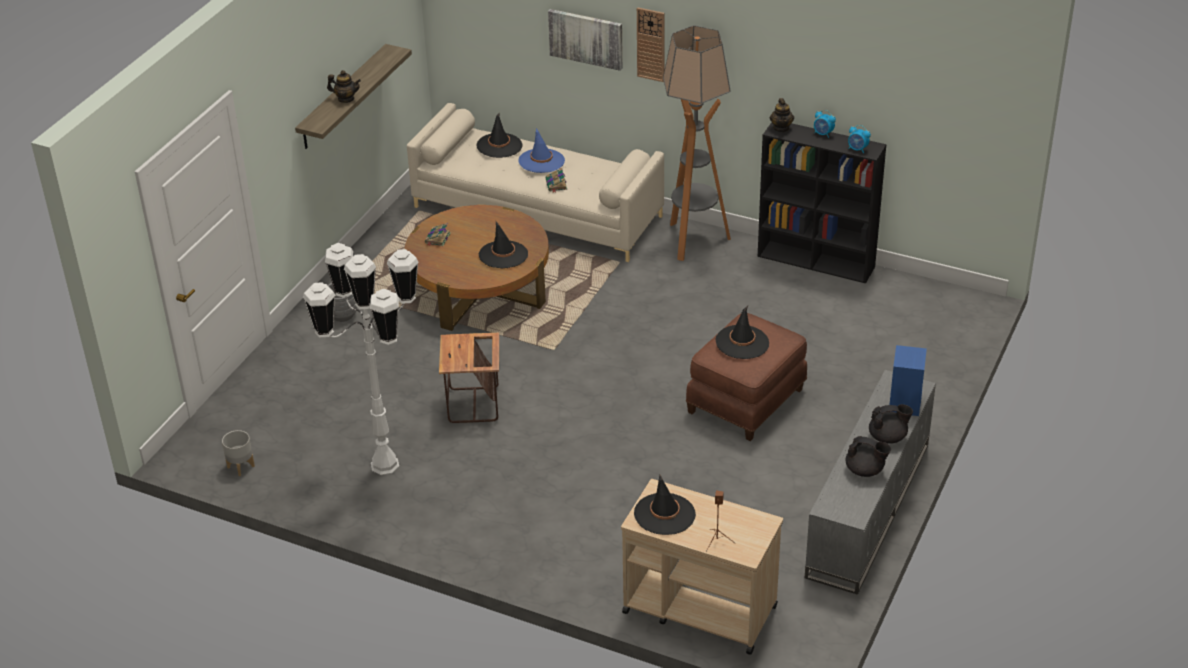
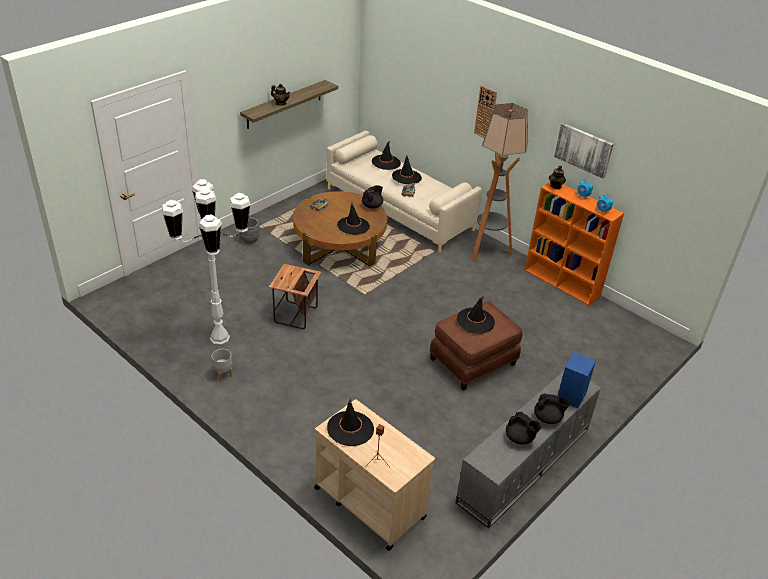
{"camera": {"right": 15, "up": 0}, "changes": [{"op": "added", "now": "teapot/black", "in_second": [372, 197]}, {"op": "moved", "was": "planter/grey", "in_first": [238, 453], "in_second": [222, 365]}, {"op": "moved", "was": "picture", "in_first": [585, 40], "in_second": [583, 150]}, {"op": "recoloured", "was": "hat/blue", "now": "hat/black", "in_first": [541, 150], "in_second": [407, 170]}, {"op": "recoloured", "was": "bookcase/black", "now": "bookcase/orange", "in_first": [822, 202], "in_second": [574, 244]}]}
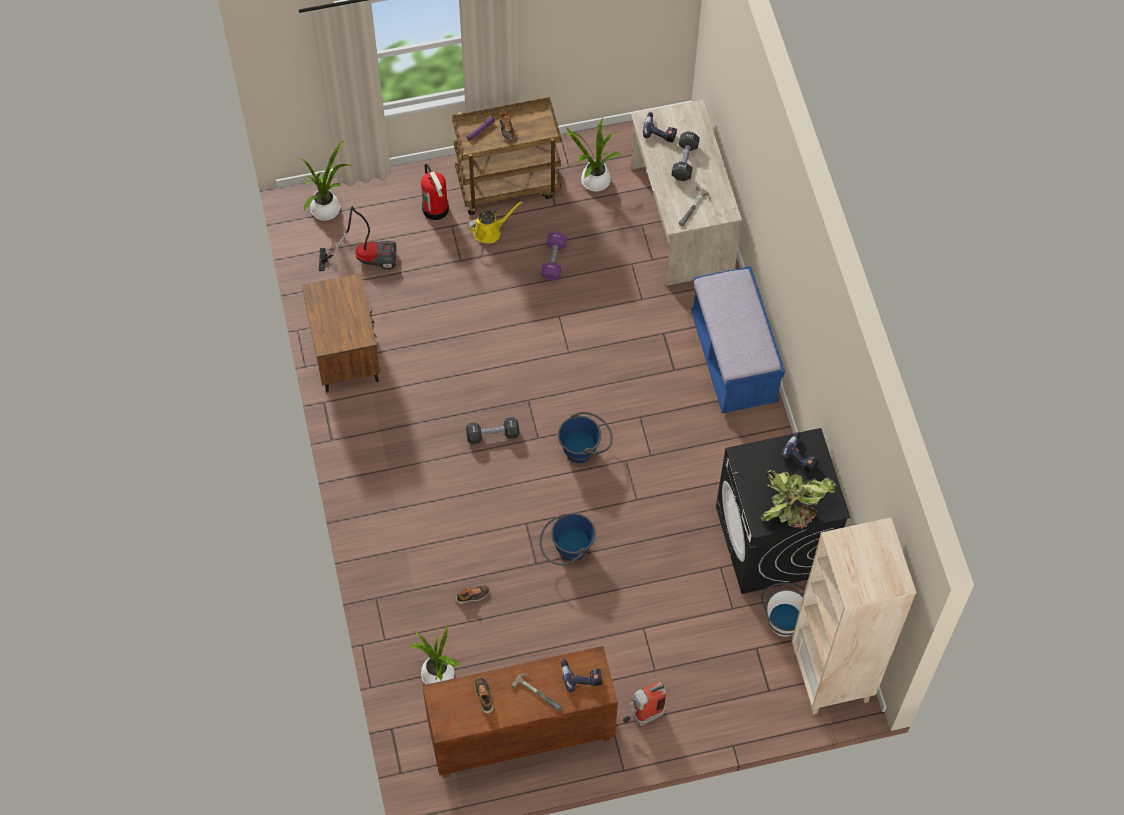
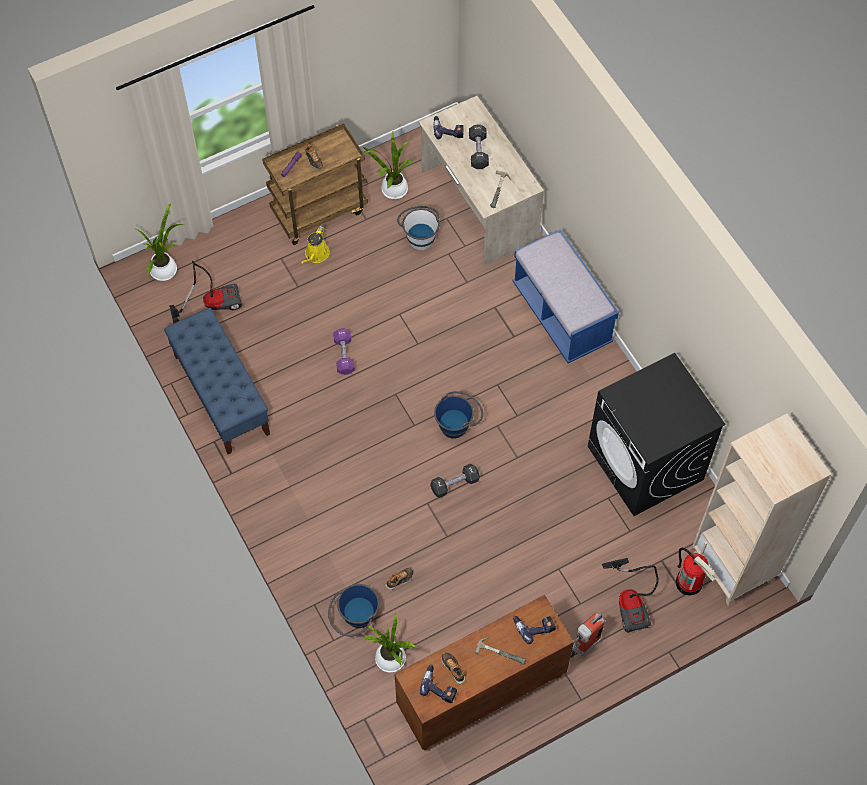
{"camera": {"right": -15, "up": 0}, "changes": [{"op": "removed", "was": "potted plant", "in_first": [798, 499]}, {"op": "added", "now": "vacuum cleaner", "in_second": [630, 595]}, {"op": "moved", "was": "fire extinguisher", "in_first": [435, 192], "in_second": [695, 572]}, {"op": "moved", "was": "dumbbell/black", "in_first": [493, 430], "in_second": [455, 480]}, {"op": "moved", "was": "bucket/blue", "in_first": [568, 539], "in_second": [353, 610]}, {"op": "moved", "was": "dumbbell/purple", "in_first": [553, 256], "in_second": [344, 351]}, {"op": "moved", "was": "bucket/white", "in_first": [783, 609], "in_second": [418, 228]}, {"op": "moved", "was": "power drill", "in_first": [800, 452], "in_second": [438, 683]}, {"op": "replaced", "was": "nightstand/brown", "now": "bench/blue", "in_first": [341, 333], "in_second": [217, 381]}, {"op": "turned", "was": "watering can/yellow", "in_first": [495, 222], "in_second": [315, 245], "clockwise": 150}]}
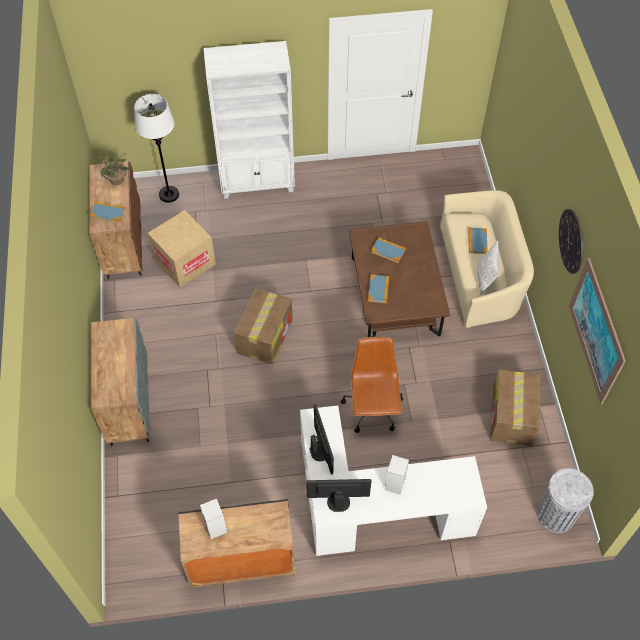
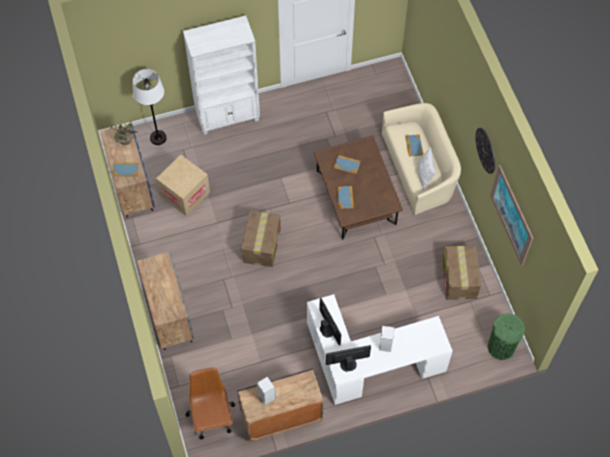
{"camera": {"right": -10, "up": 5}, "changes": [{"op": "moved", "was": "office chair/brown", "in_first": [371, 385], "in_second": [210, 404]}, {"op": "recoloured", "was": "cabinet/brown", "now": "cabinet/blue", "in_first": [116, 220], "in_second": [127, 170]}, {"op": "recoloured", "was": "trash can/grey", "now": "trash can/green", "in_first": [565, 500], "in_second": [506, 336]}]}
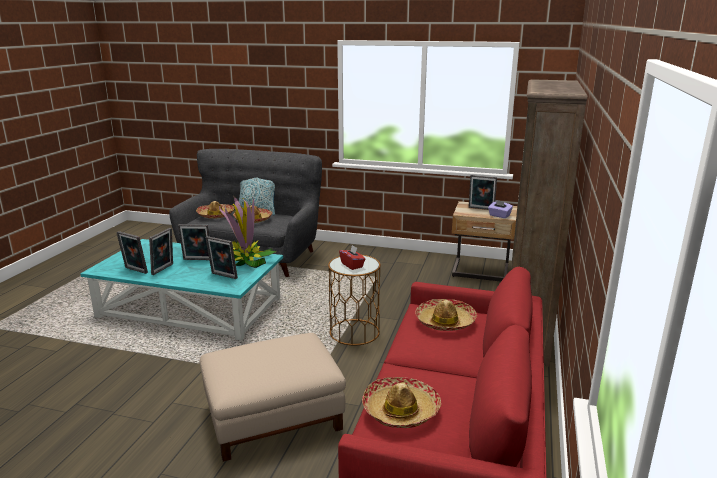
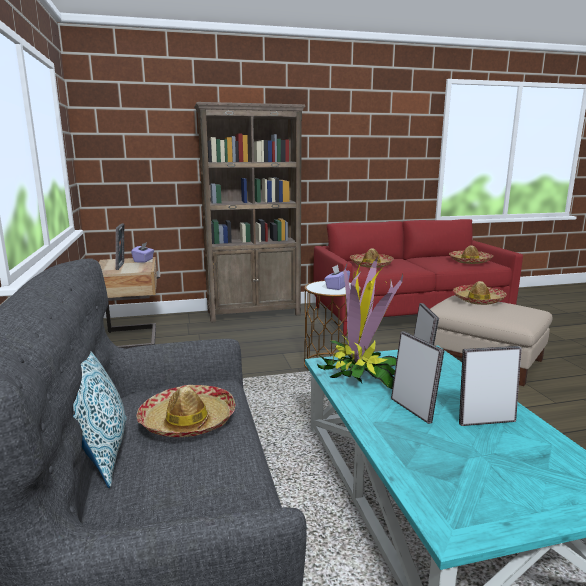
{"camera": {"right": -120, "up": -5}, "changes": [{"op": "removed", "was": "picture frame", "in_first": [132, 252]}, {"op": "moved", "was": "hat", "in_first": [215, 210], "in_second": [480, 293]}, {"op": "recoloured", "was": "tissue box/red", "now": "tissue box/purple", "in_first": [352, 257], "in_second": [337, 277]}]}
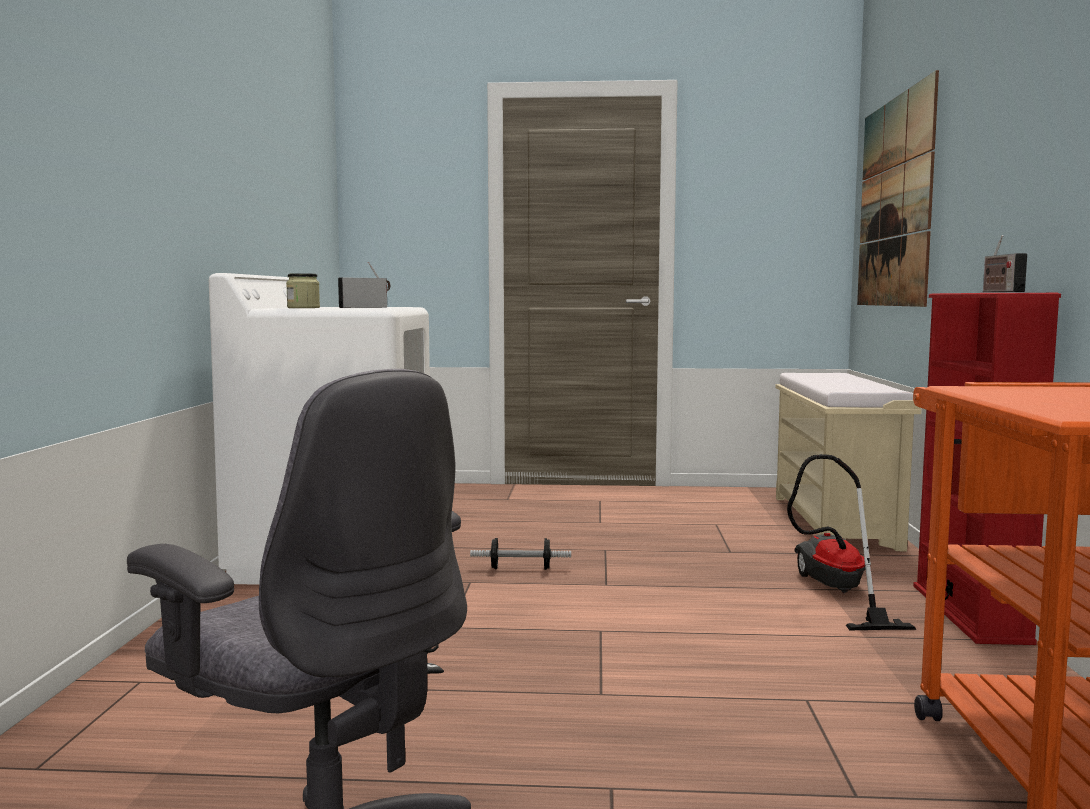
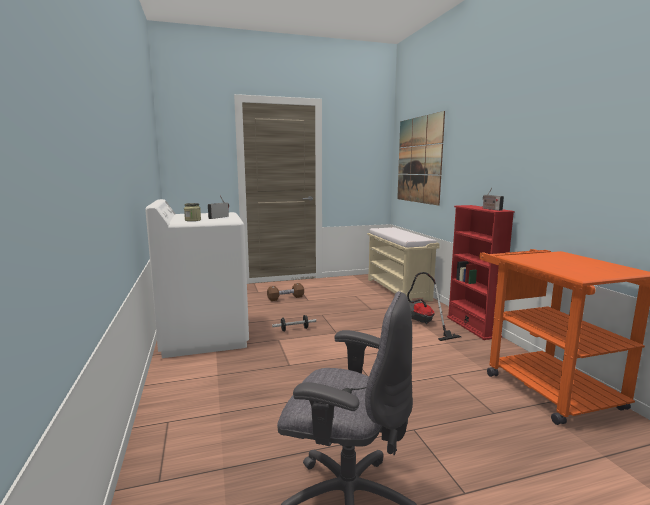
{"camera": {"right": -20, "up": 5}, "changes": [{"op": "added", "now": "dumbbell/brown", "in_second": [285, 292]}]}
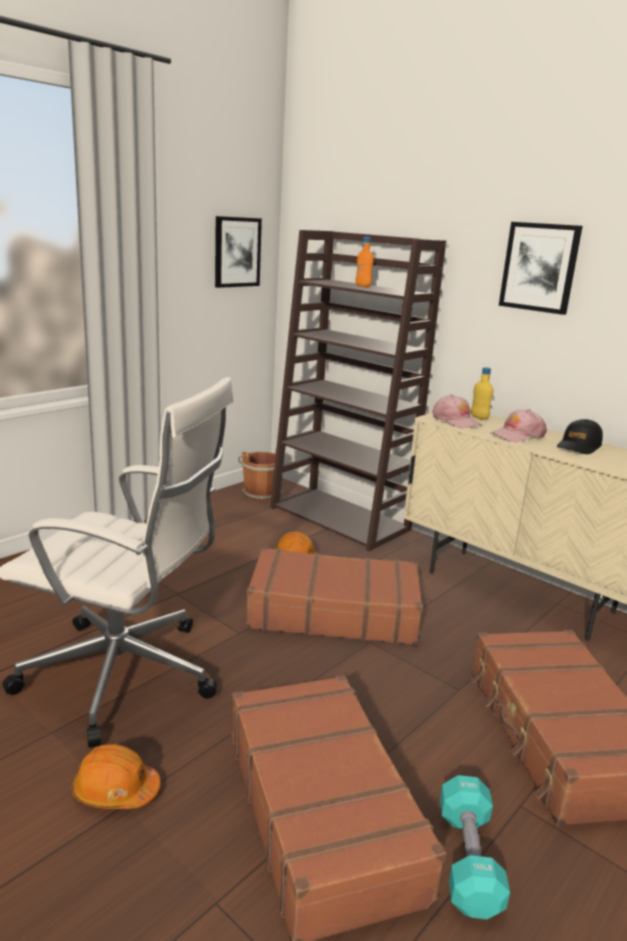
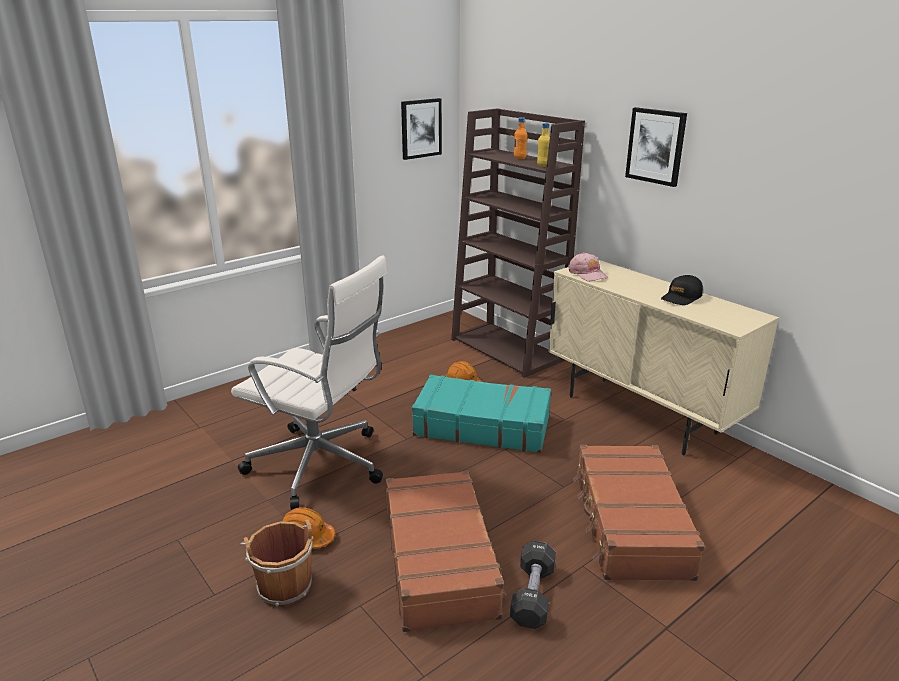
{"camera": {"right": 10, "up": 5}, "changes": [{"op": "removed", "was": "cap/pink", "in_first": [518, 425]}, {"op": "moved", "was": "bucket/brown", "in_first": [257, 474], "in_second": [277, 563]}, {"op": "moved", "was": "bottle/yellow", "in_first": [482, 393], "in_second": [543, 145]}, {"op": "recoloured", "was": "suitcase/brown", "now": "suitcase/turquoise", "in_first": [334, 597], "in_second": [481, 414]}, {"op": "recoloured", "was": "dumbbell/turquoise", "now": "dumbbell/black", "in_first": [475, 847], "in_second": [533, 585]}]}
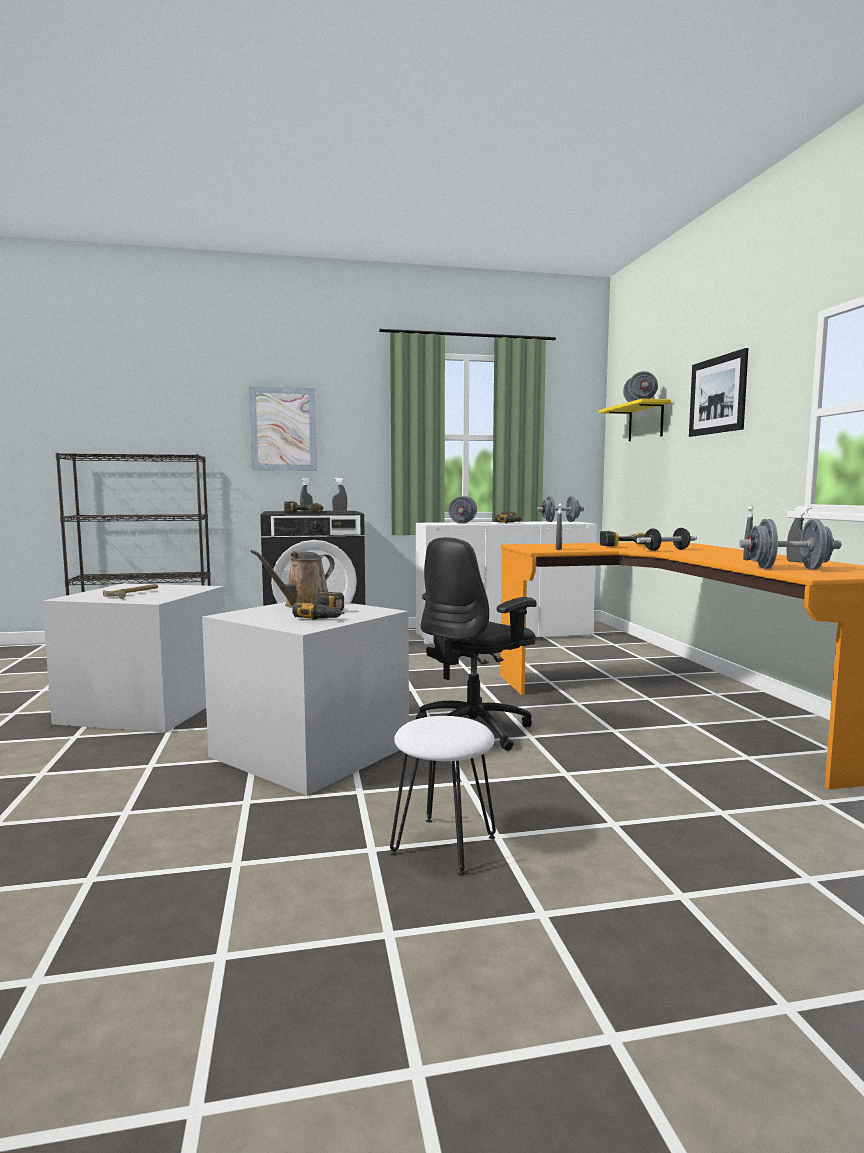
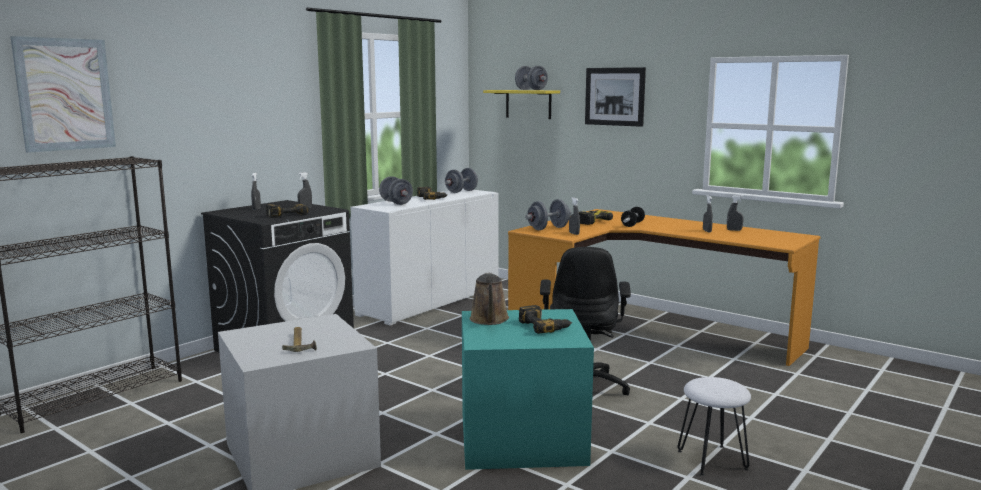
{"camera": {"right": -40, "up": 5}, "changes": [{"op": "moved", "was": "picture", "in_first": [283, 428], "in_second": [63, 94]}, {"op": "moved", "was": "dumbbell/grey", "in_first": [790, 544], "in_second": [548, 214]}, {"op": "recoloured", "was": "storage box/grey", "now": "storage box/turquoise", "in_first": [305, 699], "in_second": [528, 389]}]}
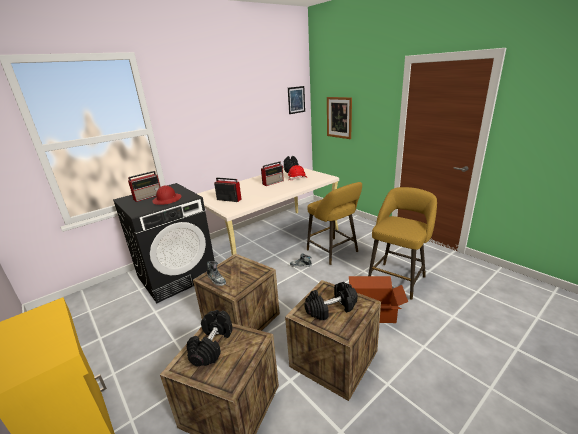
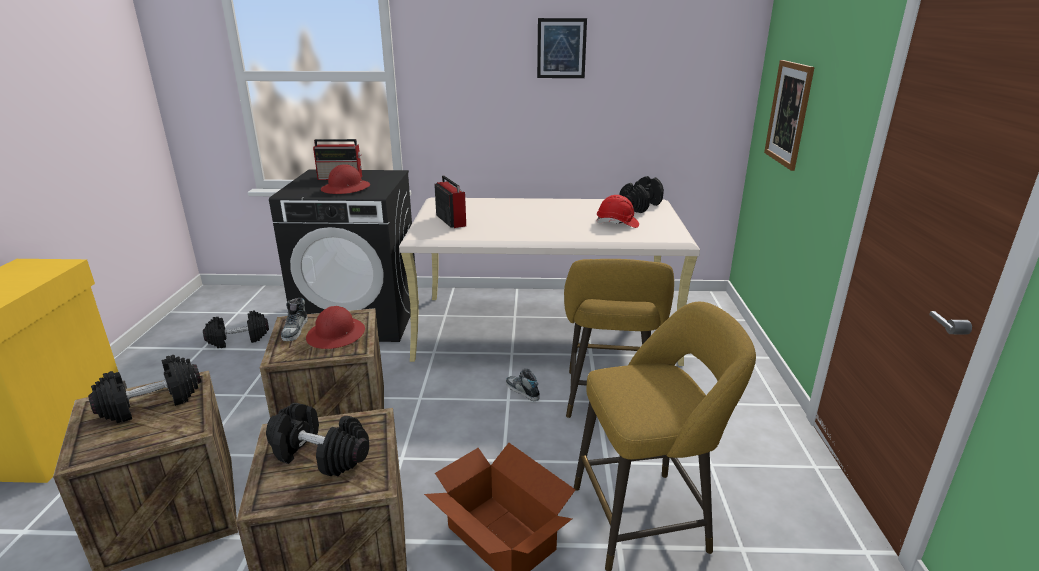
{"camera": {"right": 40, "up": 0}, "changes": [{"op": "removed", "was": "radio", "in_first": [272, 173]}, {"op": "added", "now": "dumbbell/black", "in_second": [236, 329]}, {"op": "added", "now": "hard hat/red", "in_second": [335, 327]}, {"op": "moved", "was": "picture", "in_first": [296, 100], "in_second": [562, 48]}]}
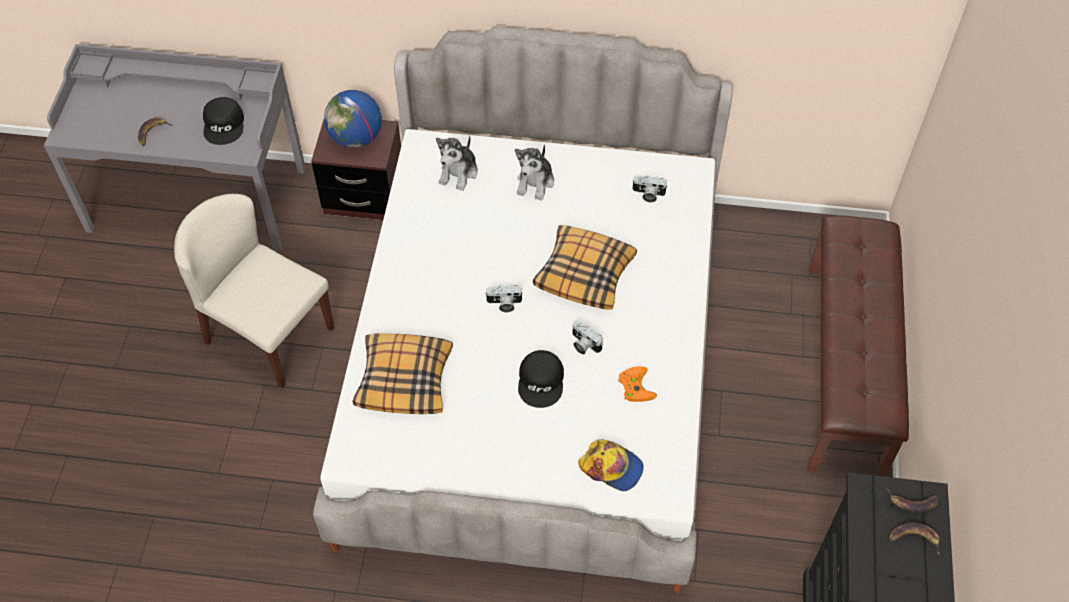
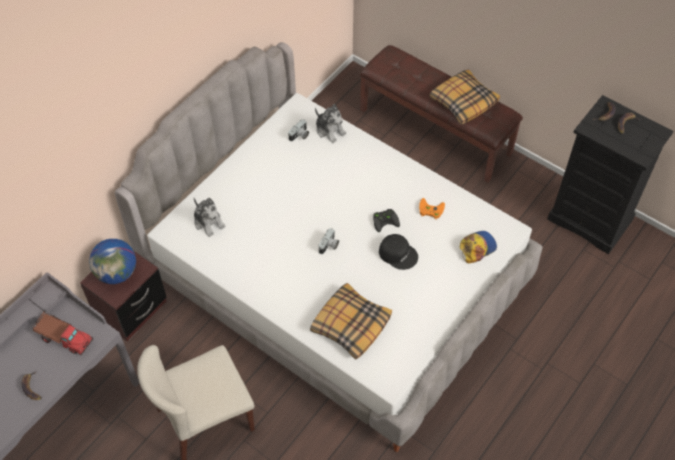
{"camera": {"right": -60, "up": 0}, "changes": [{"op": "moved", "was": "plush toy", "in_first": [534, 173], "in_second": [330, 123]}, {"op": "moved", "was": "pillow", "in_first": [585, 267], "in_second": [464, 96]}, {"op": "replaced", "was": "cap/black", "now": "toy truck", "in_first": [223, 121], "in_second": [63, 333]}, {"op": "replaced", "was": "photo camera", "now": "game controller/black", "in_first": [588, 337], "in_second": [386, 220]}]}
